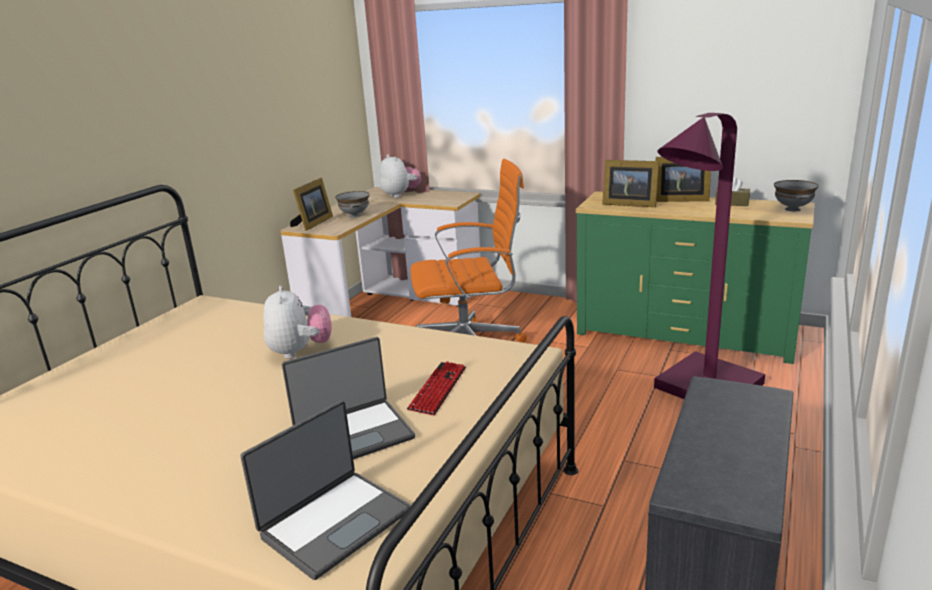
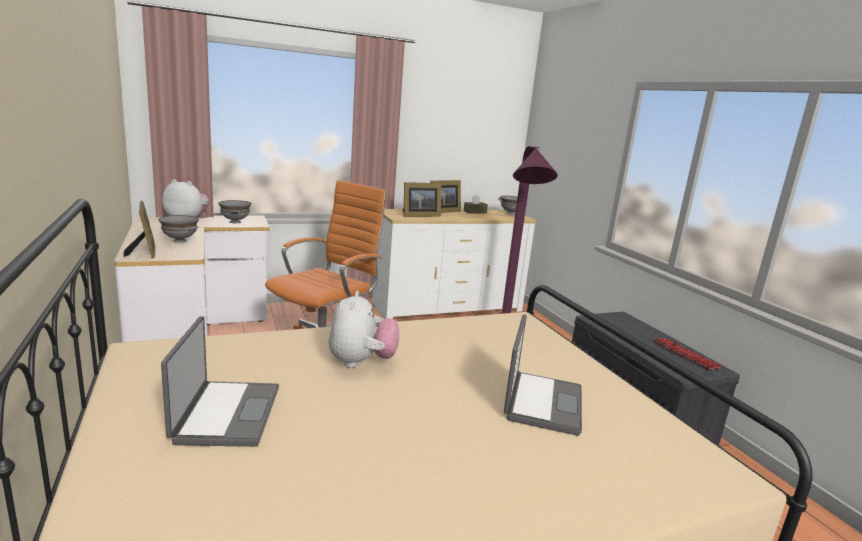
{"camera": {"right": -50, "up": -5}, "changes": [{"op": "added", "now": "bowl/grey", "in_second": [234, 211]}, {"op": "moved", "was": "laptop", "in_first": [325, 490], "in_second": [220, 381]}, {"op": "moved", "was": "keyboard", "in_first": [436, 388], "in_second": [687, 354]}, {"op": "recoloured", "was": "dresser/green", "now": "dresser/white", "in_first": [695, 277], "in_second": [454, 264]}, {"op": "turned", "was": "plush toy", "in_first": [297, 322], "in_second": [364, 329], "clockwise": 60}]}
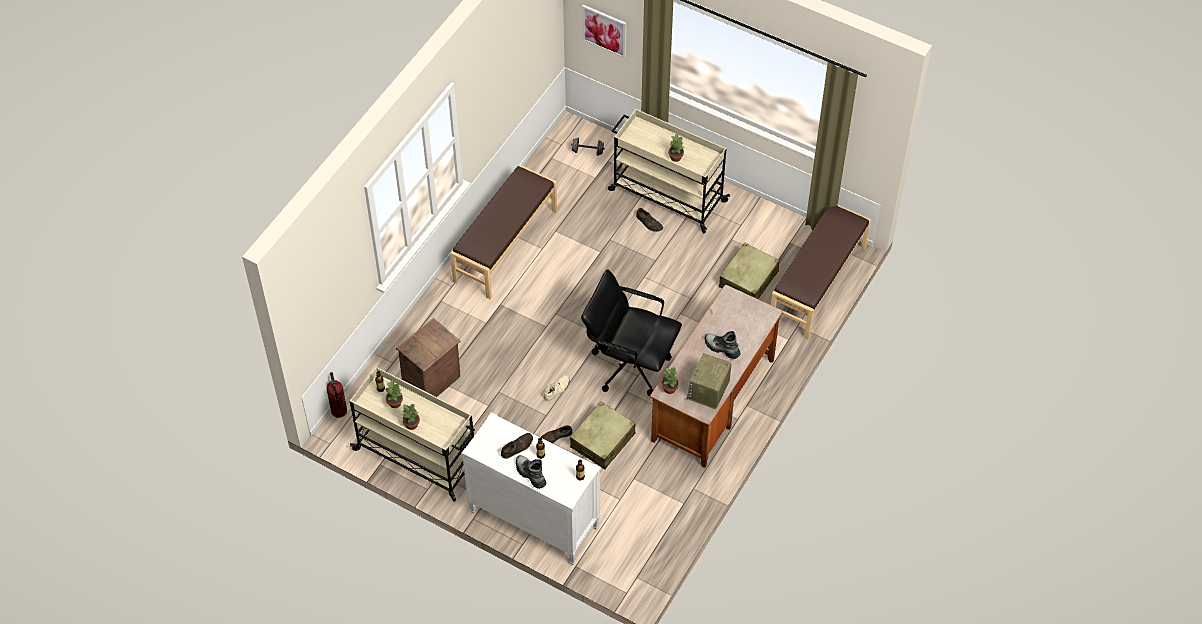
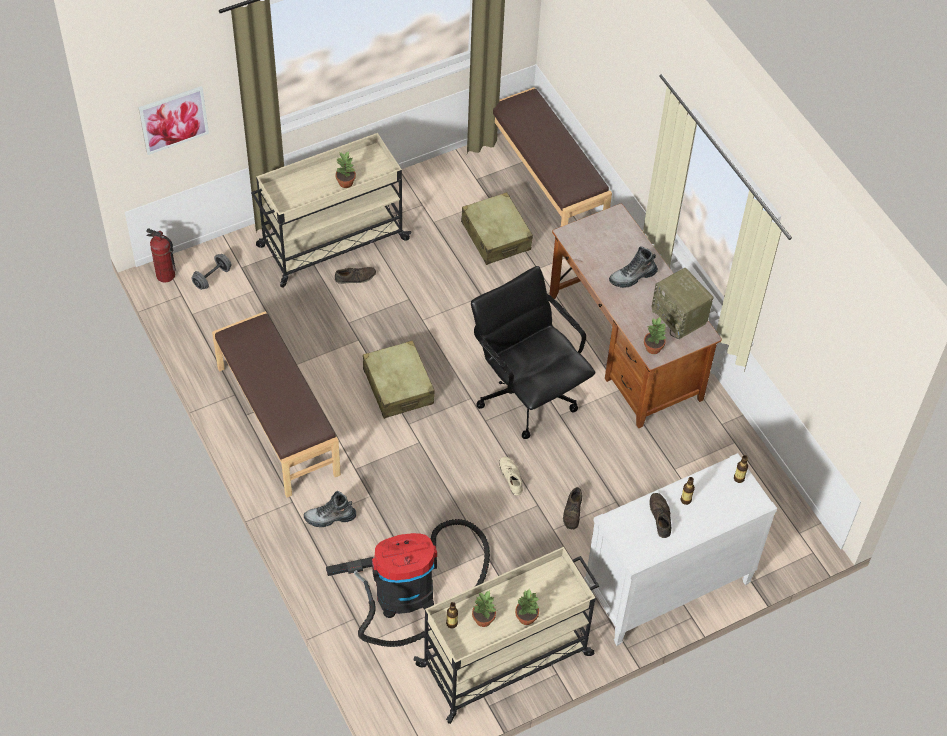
{"camera": {"right": -60, "up": 0}, "changes": [{"op": "moved", "was": "fire extinguisher", "in_first": [337, 395], "in_second": [161, 255]}, {"op": "moved", "was": "boot", "in_first": [531, 472], "in_second": [330, 509]}, {"op": "moved", "was": "suitcase/beige", "in_first": [602, 435], "in_second": [399, 379]}, {"op": "replaced", "was": "crate", "now": "vacuum cleaner", "in_first": [428, 357], "in_second": [408, 583]}, {"op": "turned", "was": "office chair/black", "in_first": [631, 332], "in_second": [533, 352], "clockwise": 90}]}
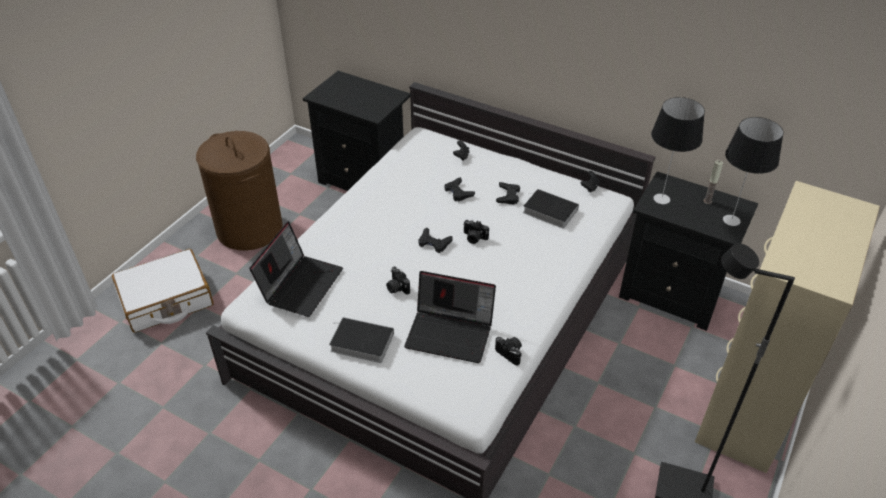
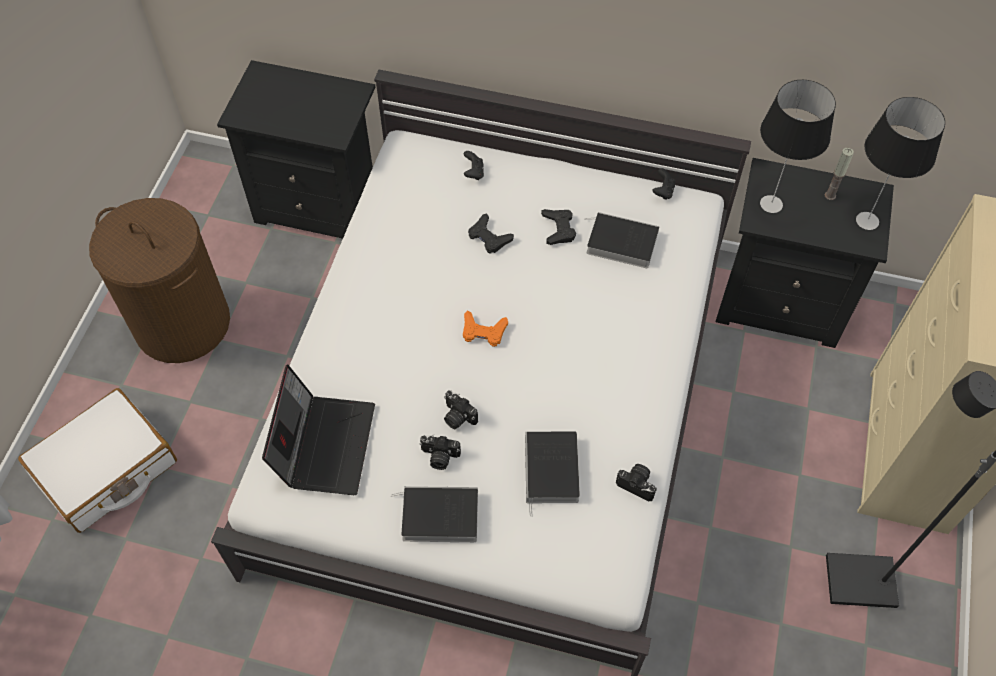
{"camera": {"right": -15, "up": 15}, "changes": [{"op": "moved", "was": "photo camera", "in_first": [476, 232], "in_second": [440, 452]}, {"op": "replaced", "was": "laptop", "now": "book", "in_first": [450, 317], "in_second": [552, 474]}, {"op": "recoloured", "was": "game controller/black", "now": "game controller/orange", "in_first": [435, 240], "in_second": [485, 328]}]}
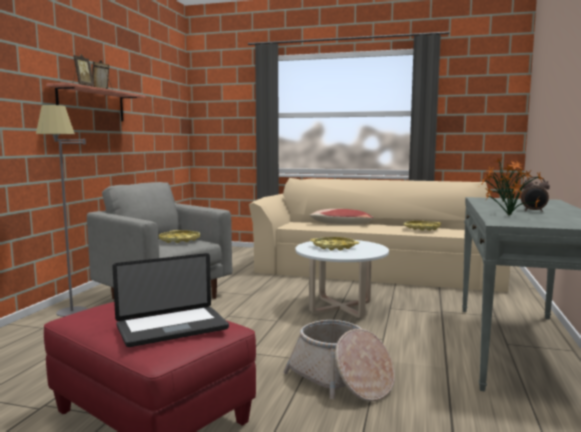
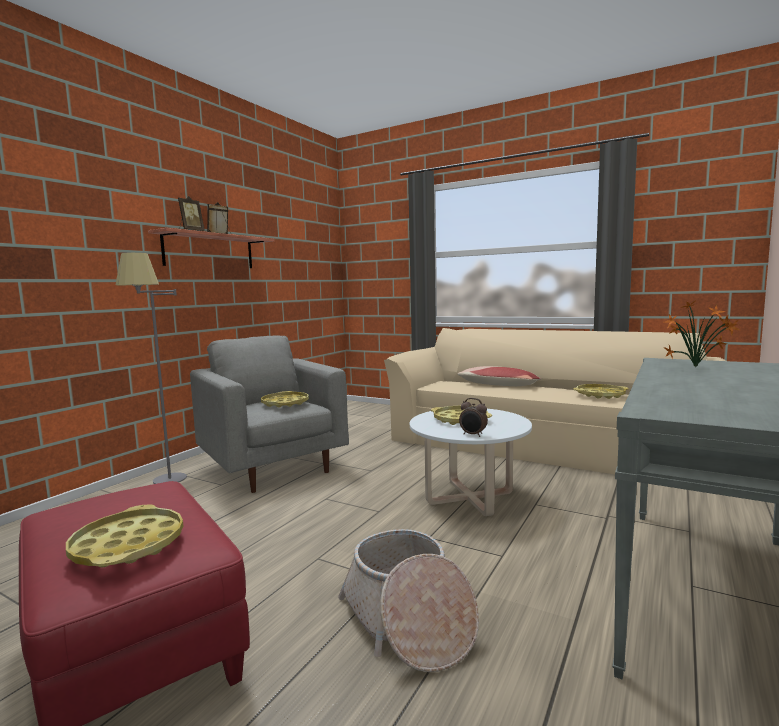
{"camera": {"right": 15, "up": 0}, "changes": [{"op": "removed", "was": "potted plant", "in_first": [511, 188]}, {"op": "moved", "was": "alarm clock", "in_first": [535, 194], "in_second": [473, 417]}, {"op": "replaced", "was": "laptop", "now": "tray/yellow", "in_first": [170, 300], "in_second": [124, 536]}]}
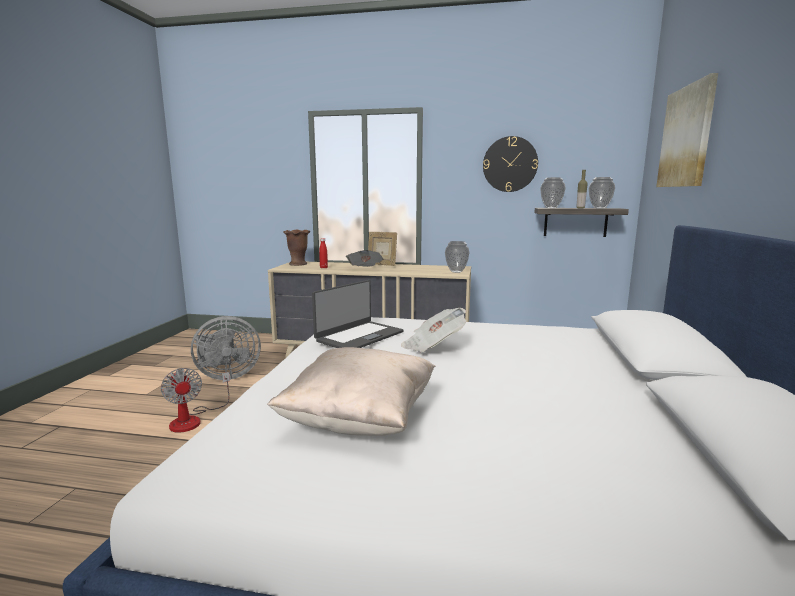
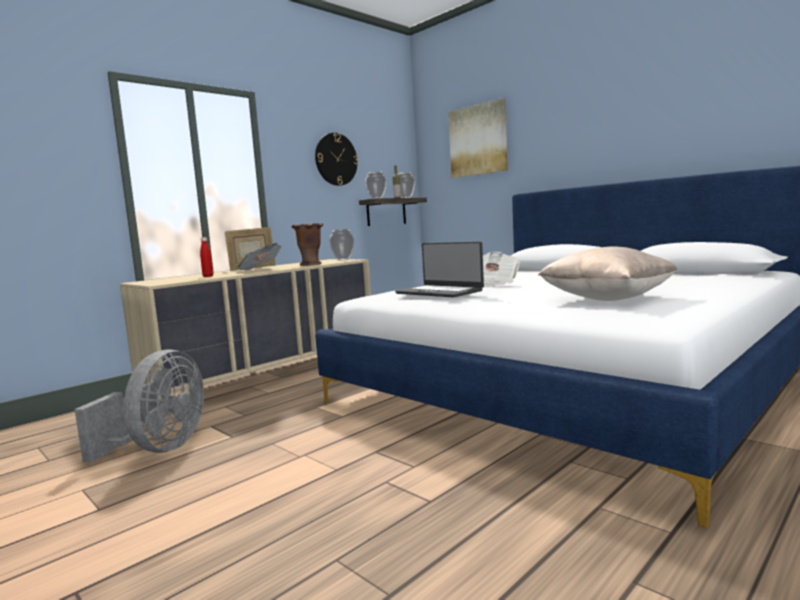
{"camera": {"right": -55, "up": -5}, "changes": [{"op": "removed", "was": "fan", "in_first": [195, 400]}, {"op": "moved", "was": "vase/brown", "in_first": [296, 247], "in_second": [307, 244]}, {"op": "turned", "was": "laptop", "in_first": [358, 314], "in_second": [439, 269], "clockwise": 150}]}
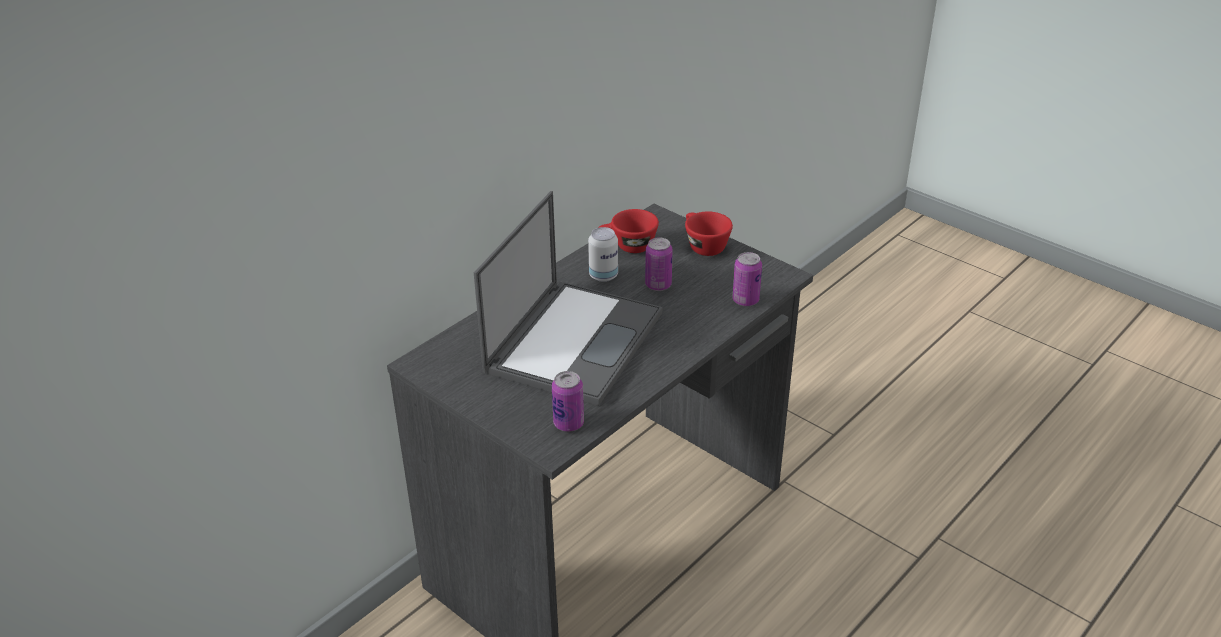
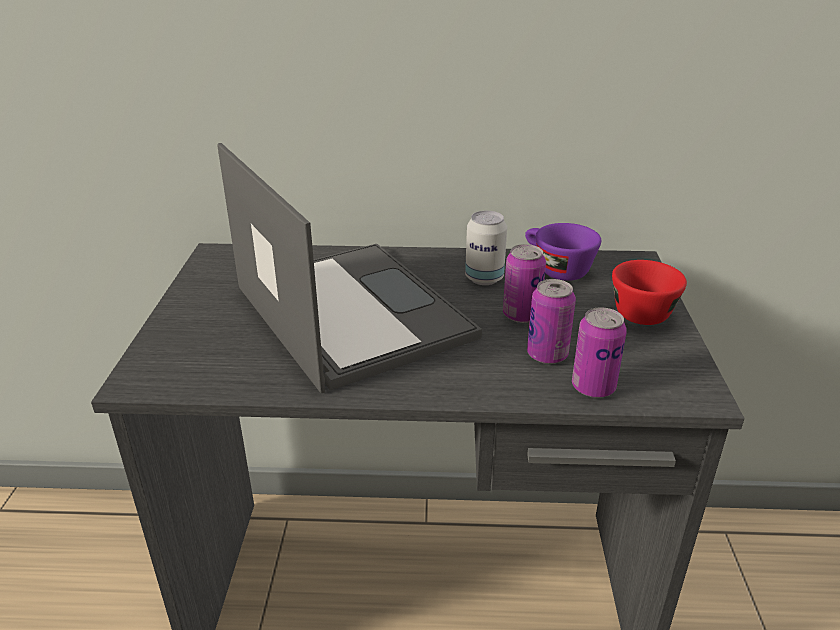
{"camera": {"right": 50, "up": -5}, "changes": [{"op": "moved", "was": "can", "in_first": [568, 401], "in_second": [551, 321]}, {"op": "recoloured", "was": "cup/red", "now": "cup/purple", "in_first": [628, 231], "in_second": [563, 252]}, {"op": "turned", "was": "laptop", "in_first": [568, 298], "in_second": [349, 268], "clockwise": -105}]}
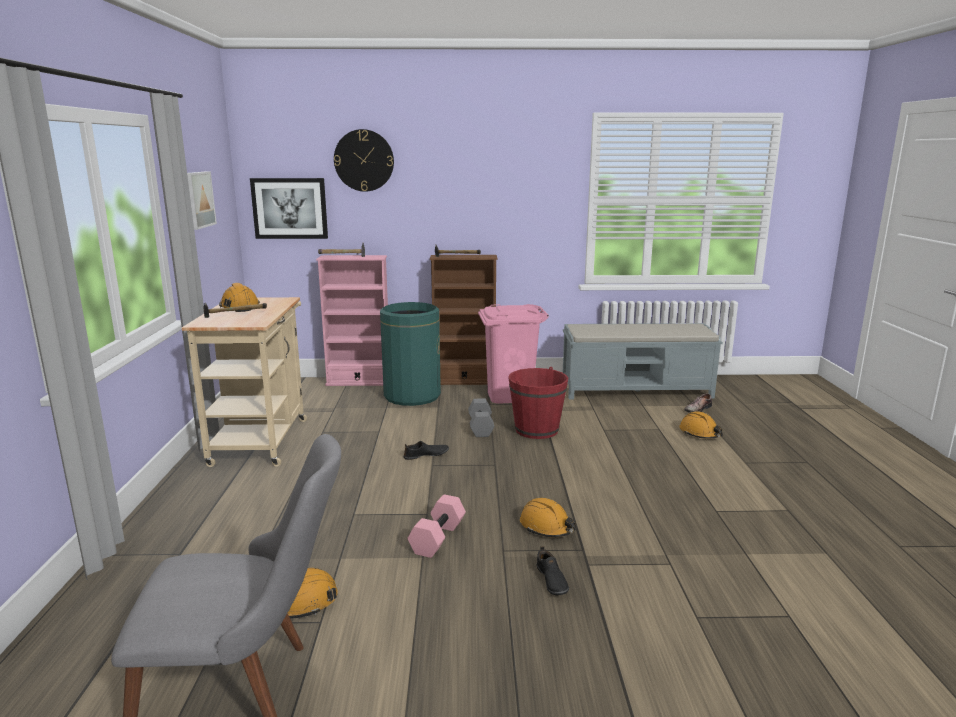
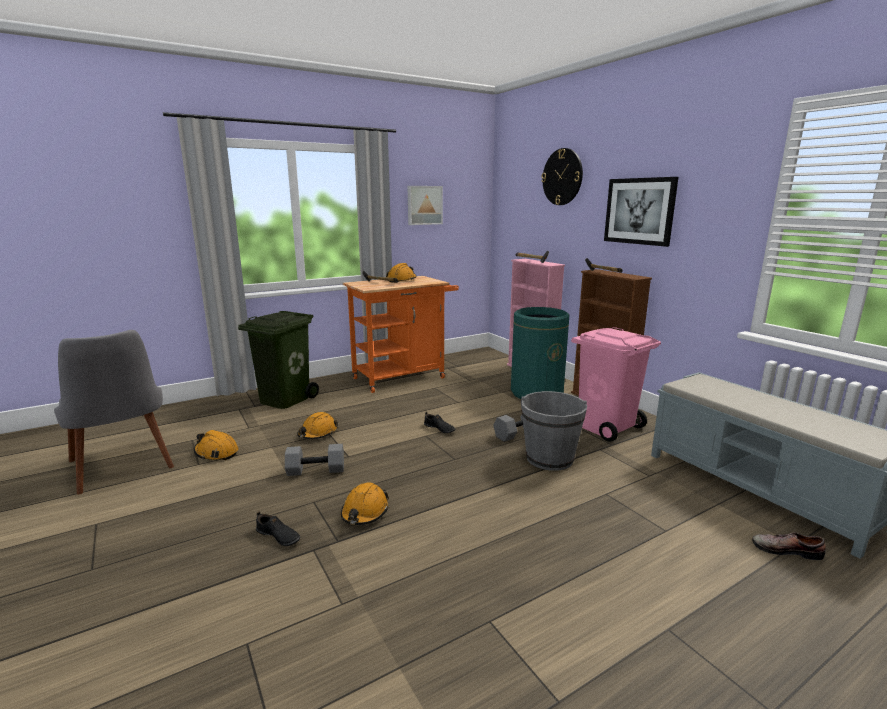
{"camera": {"right": 60, "up": 0}, "changes": [{"op": "added", "now": "trash can/green", "in_second": [278, 360]}, {"op": "moved", "was": "picture", "in_first": [289, 208], "in_second": [641, 212]}, {"op": "moved", "was": "hard hat/orange", "in_first": [701, 425], "in_second": [317, 425]}, {"op": "recoloured", "was": "cart/beige", "now": "cart/orange", "in_first": [244, 382], "in_second": [401, 334]}, {"op": "recoloured", "was": "dumbbell/pink", "now": "dumbbell/grey", "in_first": [436, 526], "in_second": [314, 460]}, {"op": "recoloured", "was": "bucket/red", "now": "bucket/grey", "in_first": [538, 403], "in_second": [554, 431]}, {"op": "turned", "was": "shoe/black", "in_first": [552, 570], "in_second": [278, 528], "clockwise": -105}]}
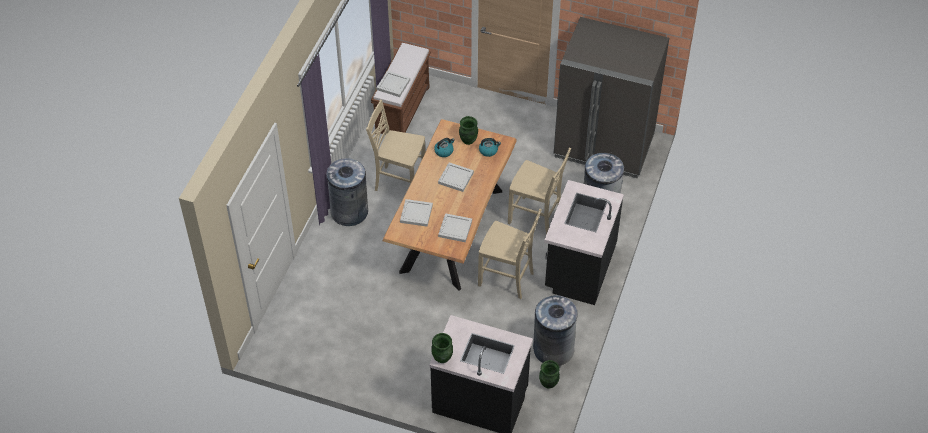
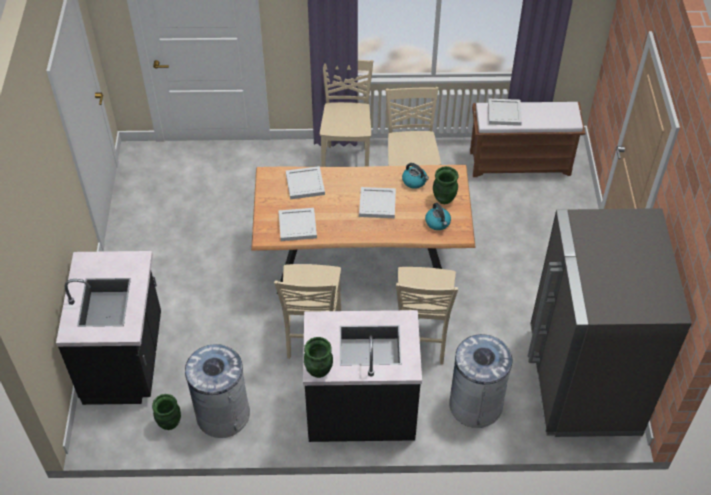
{"camera": {"right": 70, "up": 0}, "changes": [{"op": "moved", "was": "vase/green", "in_first": [442, 348], "in_second": [318, 357]}, {"op": "replaced", "was": "trash can/grey", "now": "chair/beige", "in_first": [347, 192], "in_second": [346, 113]}]}
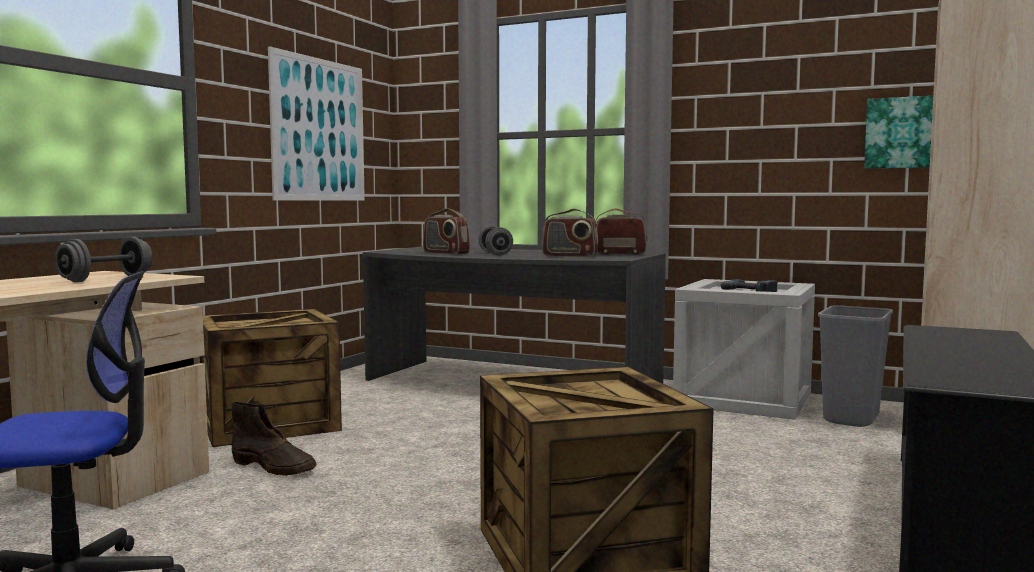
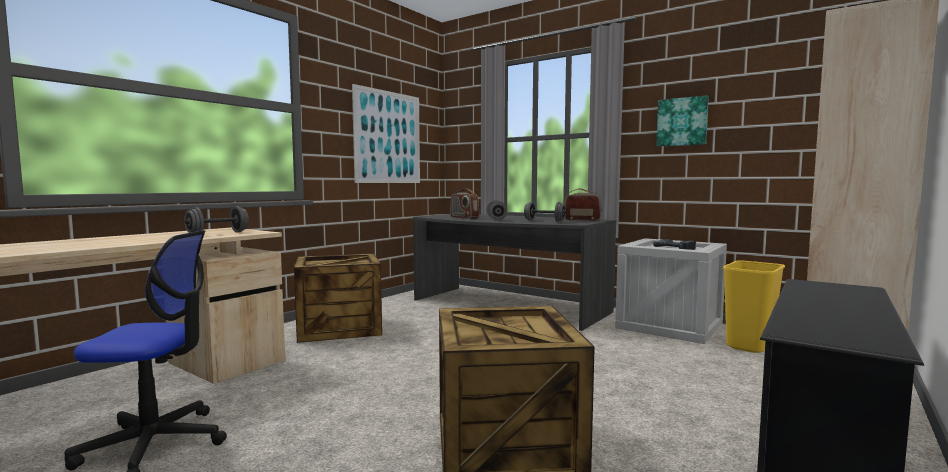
{"camera": {"right": 10, "up": 0}, "changes": [{"op": "removed", "was": "boot/brown", "in_first": [274, 438]}, {"op": "moved", "was": "picture", "in_first": [898, 132], "in_second": [682, 121]}, {"op": "replaced", "was": "radio", "now": "dumbbell/grey", "in_first": [570, 233], "in_second": [545, 212]}, {"op": "recoloured", "was": "trash can/grey", "now": "trash can/yellow", "in_first": [855, 366], "in_second": [754, 306]}]}
